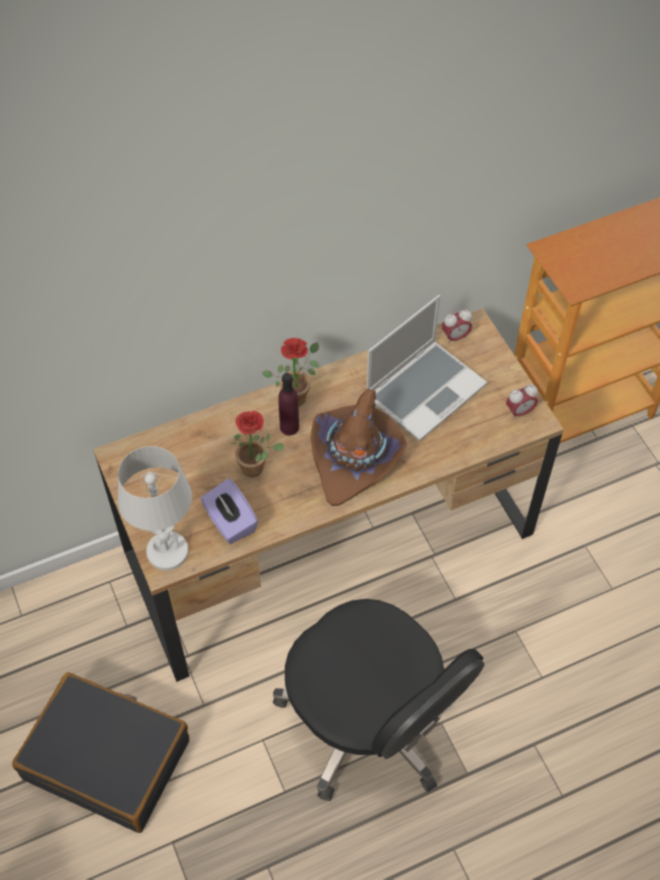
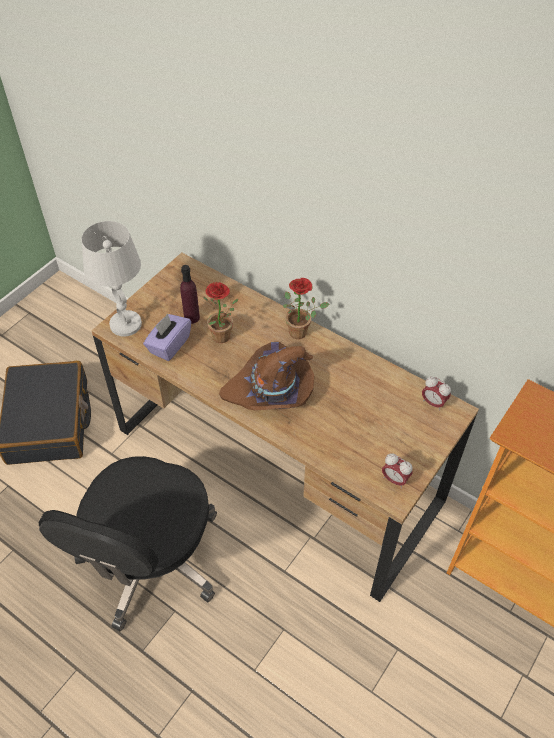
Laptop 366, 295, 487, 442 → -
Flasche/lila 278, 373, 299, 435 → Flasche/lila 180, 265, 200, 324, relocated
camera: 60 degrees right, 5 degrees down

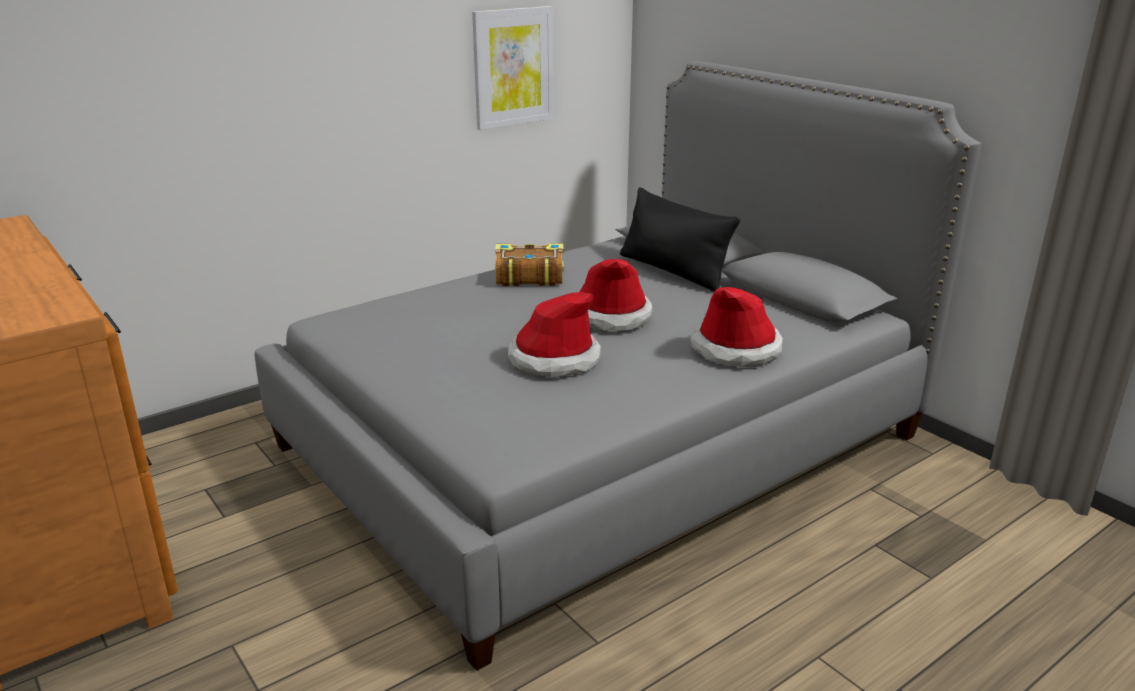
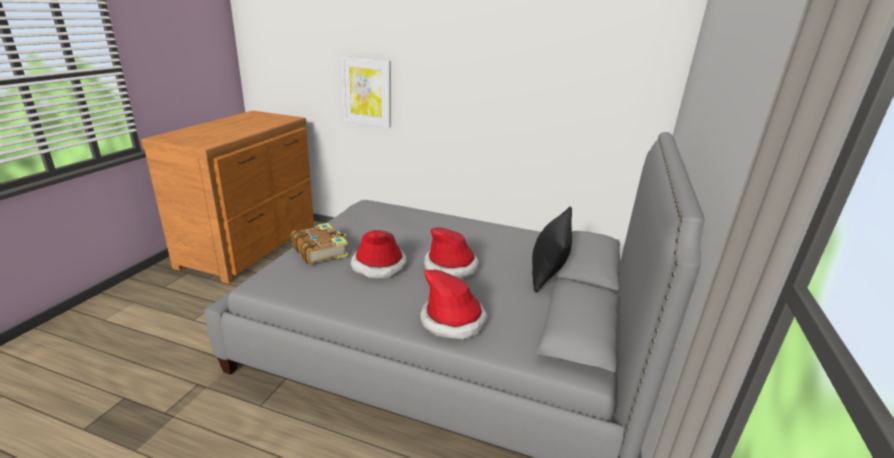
Bild 472, 6, 553, 130 → Bild 341, 56, 391, 128, relocated
Buch 495, 243, 564, 286 → Buch 291, 223, 348, 265, relocated
camera: 55 degrees right, 0 degrees up

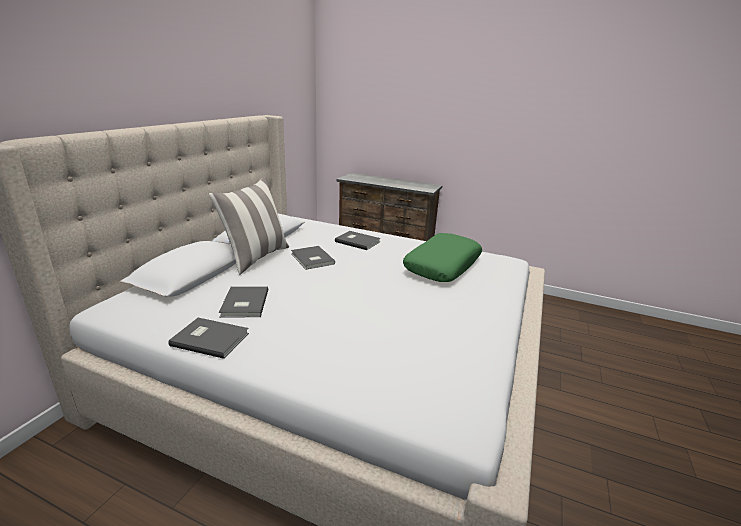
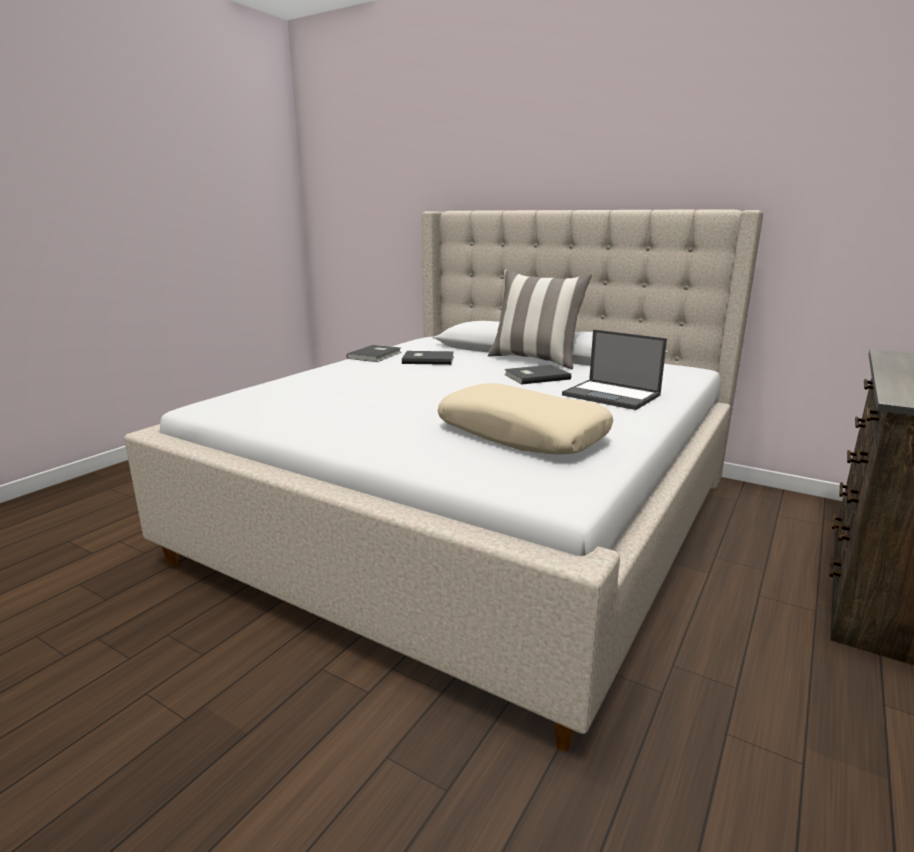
Buch/grau 335, 231, 381, 250 → Laptop 562, 329, 667, 410
Kissen/grün 403, 233, 482, 282 → Kissen/beige 438, 383, 613, 455
camera: 100 degrees right, 5 degrees down

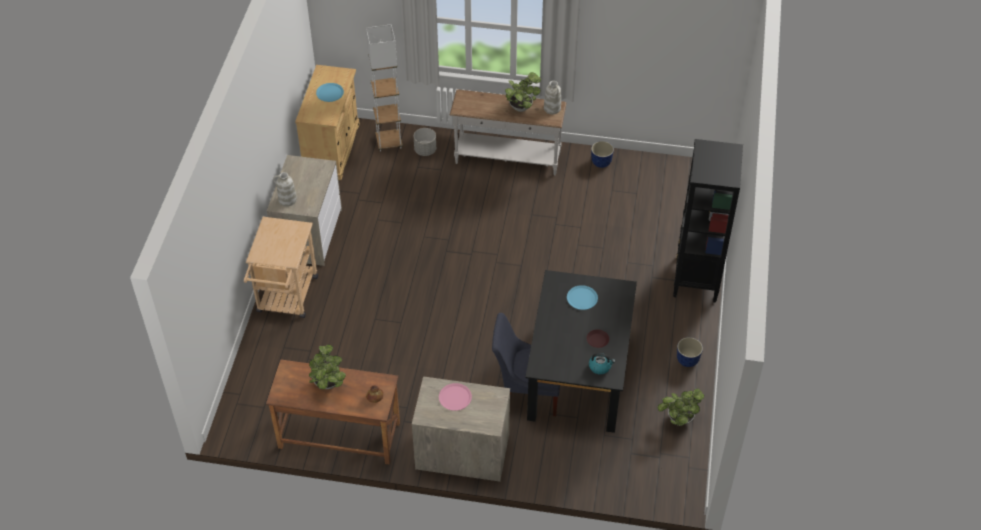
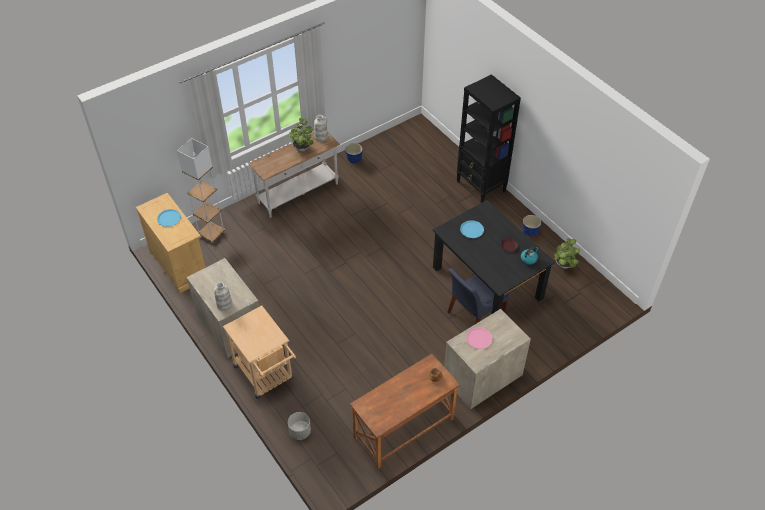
Pflanzkübel/grau 414, 128, 436, 156 → Pflanzkübel/grau 288, 412, 311, 440, relocated
Topfpflanze 309, 344, 346, 389 → -
camera: 45 degrees left, 0 degrees up

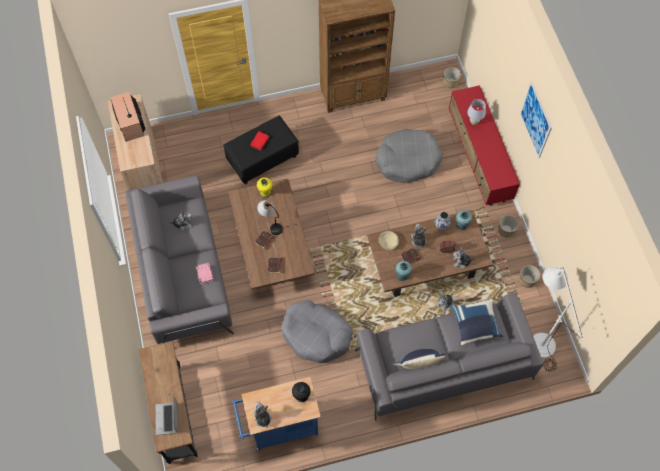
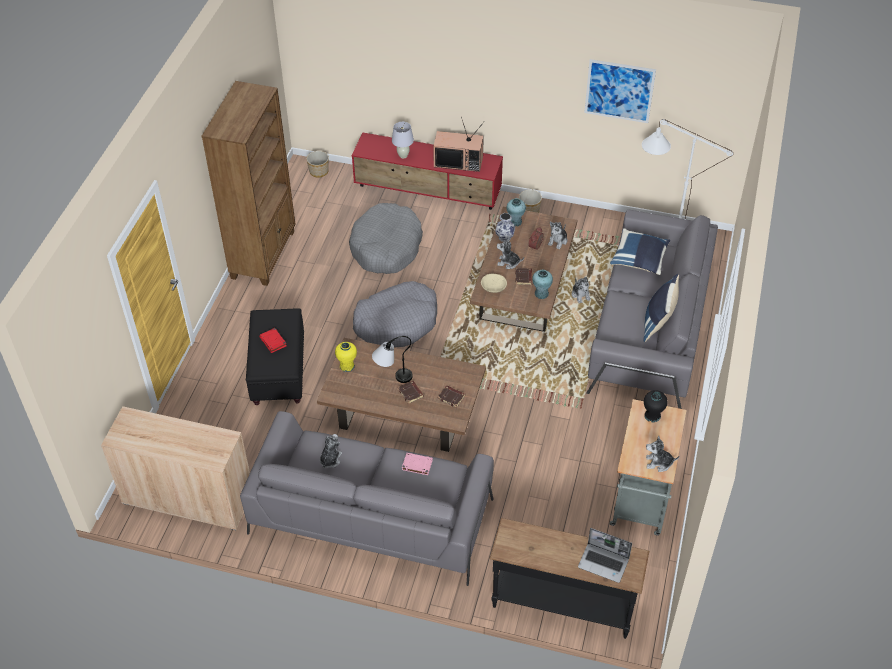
Bild 520, 81, 552, 158 → Bild 584, 59, 656, 123, relocated
Fernseher 111, 92, 145, 142 → Fernseher 433, 117, 484, 172, relocated
Pflanzkübel 519, 265, 540, 288 → -
Hundebett/grau 281, 300, 353, 363 → Hundebett/grau 353, 281, 437, 347, relocated
Rollwagen/blau 232, 377, 321, 450 → Rollwagen/grau 610, 399, 687, 536
camera: 60 degrees left, 15 degrees down

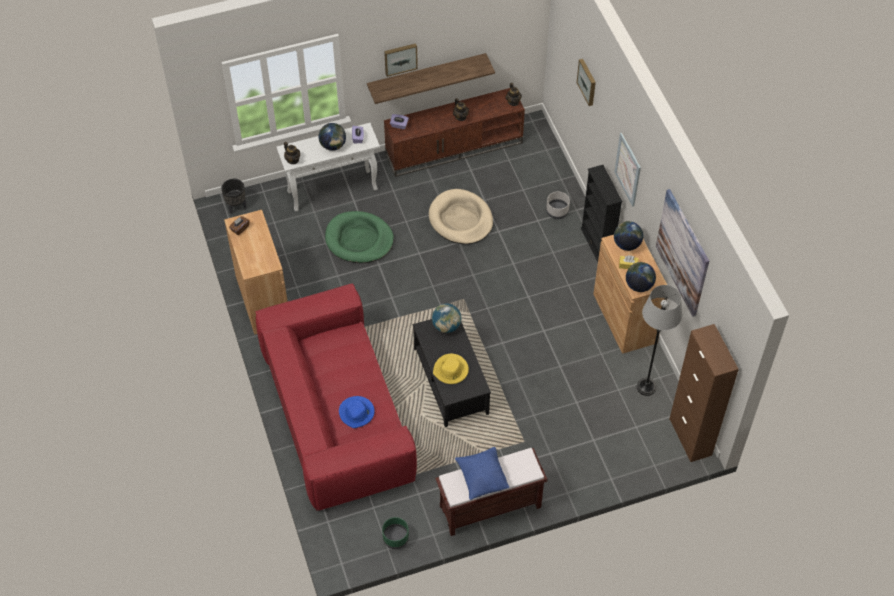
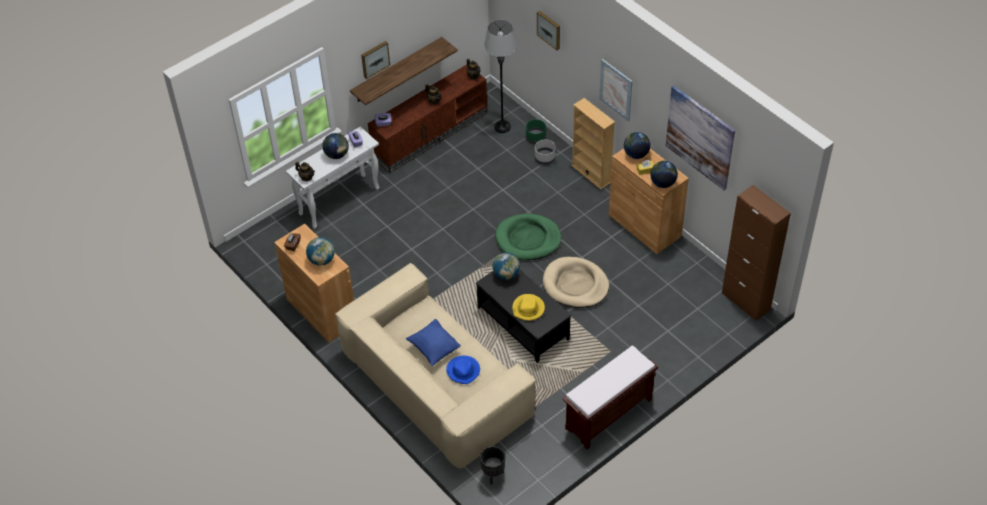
Bücherregal/schwarz 581, 165, 622, 262 → Bücherregal/beige 571, 98, 615, 189
Pflanzkübel/schwarz 221, 179, 247, 214 → Pflanzkübel/schwarz 480, 446, 505, 485, relocated
Hundebett/beige 429, 189, 493, 244 → Hundebett/beige 543, 257, 609, 308, relocated
Hundebett/grün 325, 211, 394, 263 → Hundebett/grün 495, 214, 561, 260, relocated
Sofa/rot 256, 283, 417, 511 → Sofa/beige 335, 263, 536, 470
Stehlampe/grau 637, 285, 682, 396 → Stehlampe/grau 484, 20, 517, 133, relocated
Kissen/blau 455, 447, 509, 500 → Kissen/blau 406, 319, 461, 366, relocated
Pflanzkübel/grün 382, 517, 409, 549 → Pflanzkübel/grün 526, 119, 546, 144, relocated
- → Globus 306, 237, 335, 266
camera: 20 degrees left, 5 degrees down

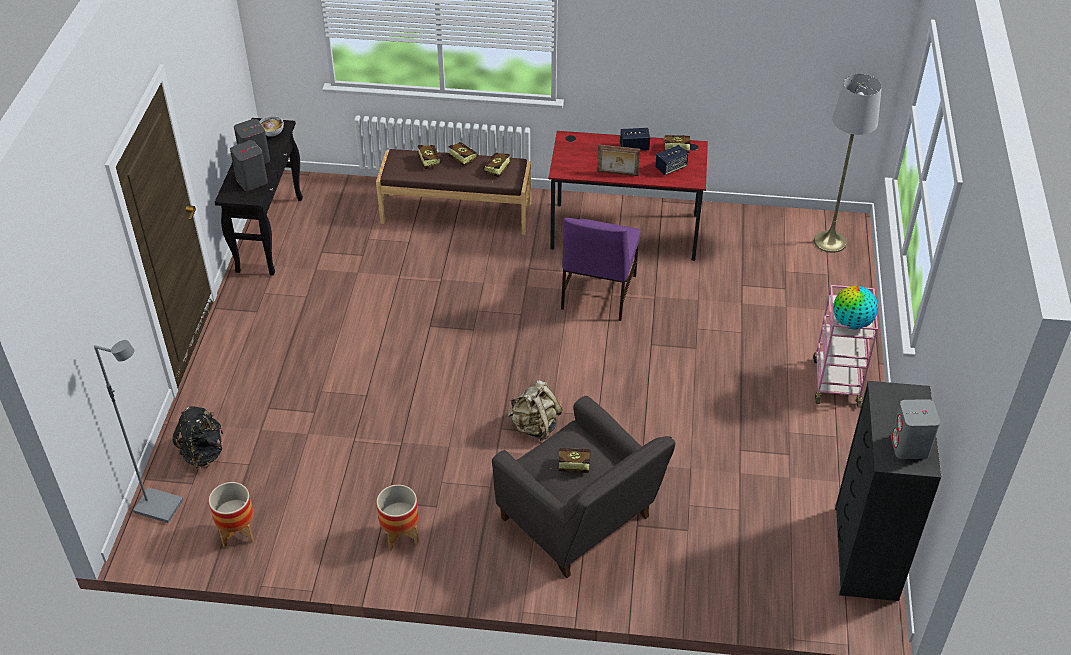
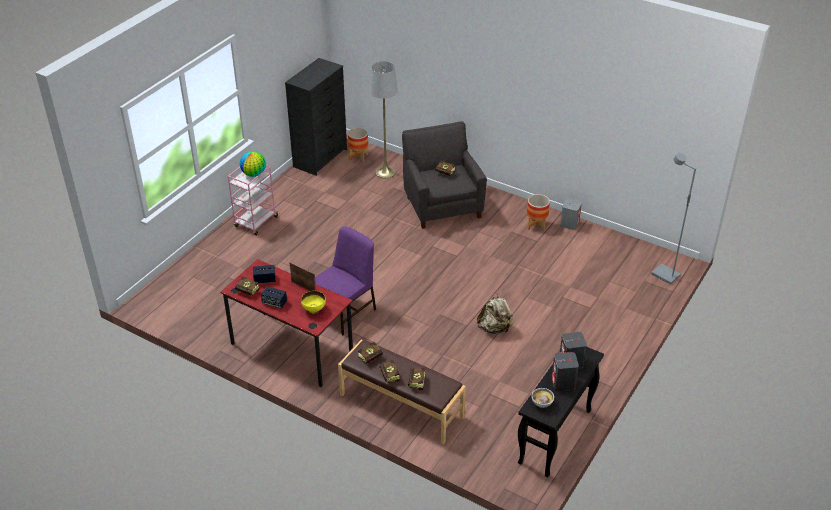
Stehlampe/grau 814, 74, 882, 253 → Stehlampe/grau 370, 61, 398, 179, relocated
Rucksack/beige 507, 380, 563, 441 → Rucksack/beige 477, 294, 514, 334, relocated
Lautsprecher/grau 891, 399, 940, 459 → Lautsprecher/grau 560, 199, 582, 230, relocated
Rucksack/schwarz 172, 406, 223, 469 → -
Pflanzkübel 209, 482, 254, 547 → Pflanzkübel 348, 128, 368, 162, relocated
- → Schüssel/gelb 301, 291, 326, 314
camera: 155 degrees left, 5 degrees down

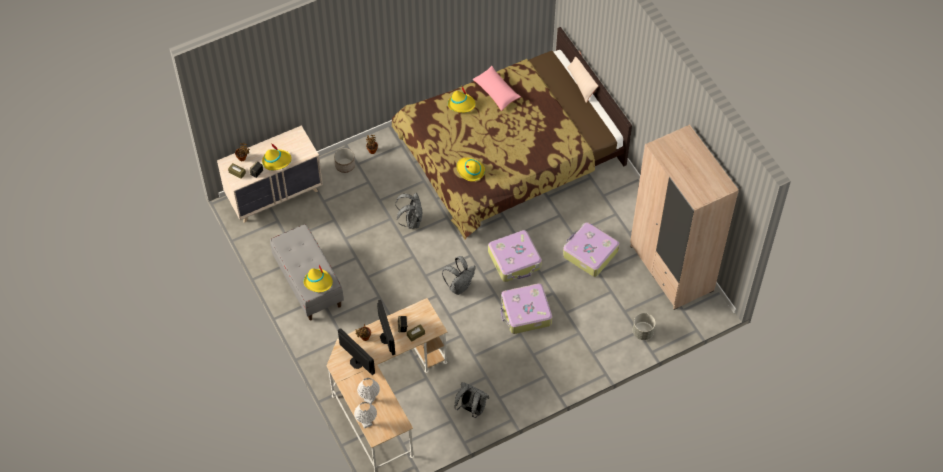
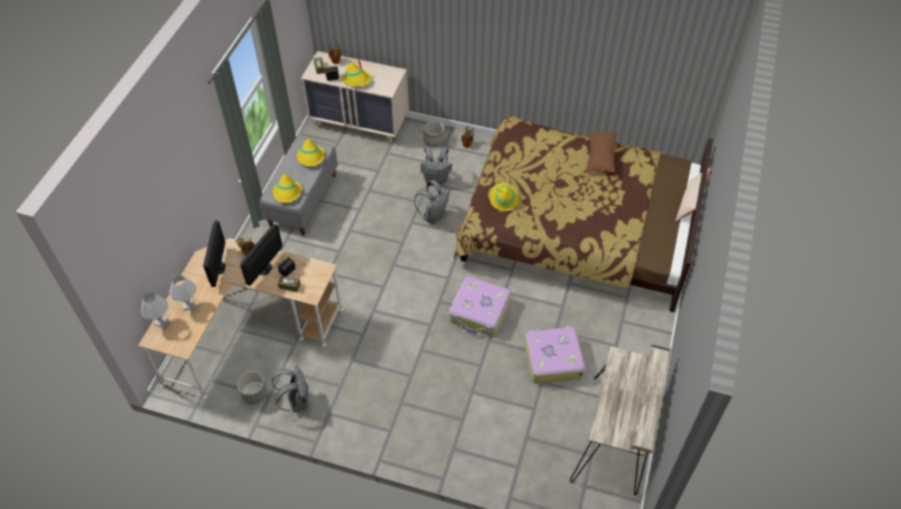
Kissen/rosa 472, 66, 521, 111 → Kissen/braun 586, 132, 618, 172
Hut/gelb 448, 86, 476, 113 → Hut/gelb 297, 139, 325, 166, relocated
Kleiderschrank/beige 630, 124, 739, 310 → Schreibtisch/beige 570, 344, 671, 495
Rucksack/grau 442, 256, 476, 295 → Rucksack/grau 421, 147, 452, 185, relocated
Koffer 501, 283, 552, 334 → -
Pflanzkübel/grau 633, 313, 656, 340 → Pflanzkübel/grau 237, 371, 267, 405, relocated
camera: 45 degrees right, 5 degrees down

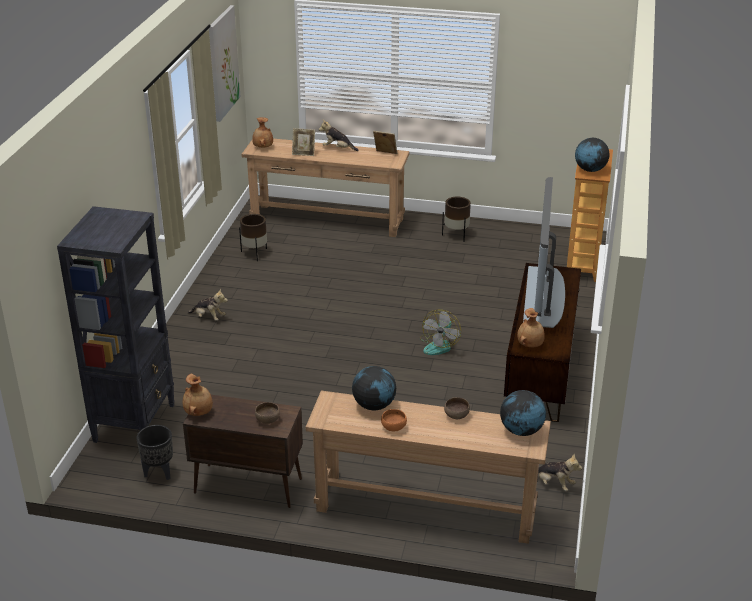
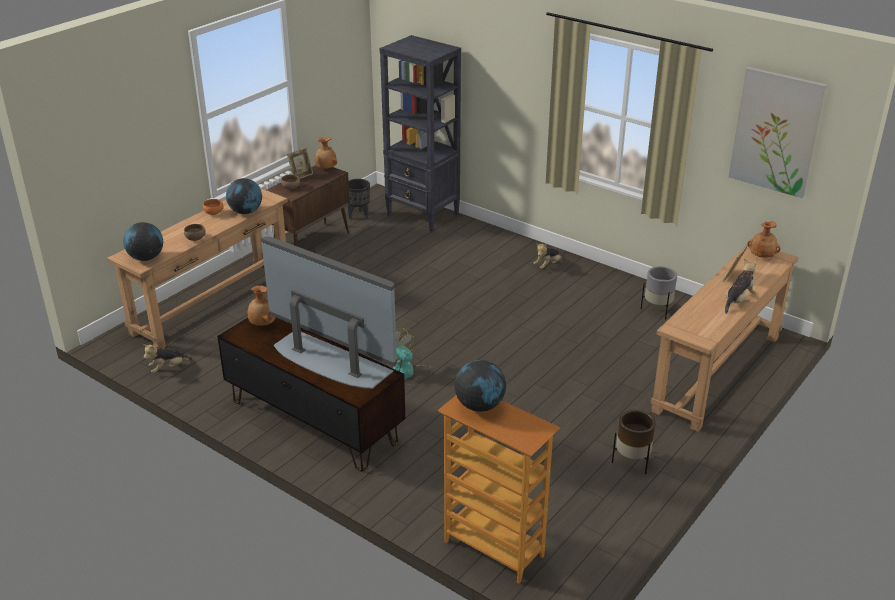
Bilderrahmen 373, 131, 397, 154 → Bilderrahmen 287, 147, 313, 179, relocated
Pflanzkübel/braun 239, 214, 267, 261 → Pflanzkübel/grau 641, 266, 677, 320
camera: 115 degrees right, 0 degrees up

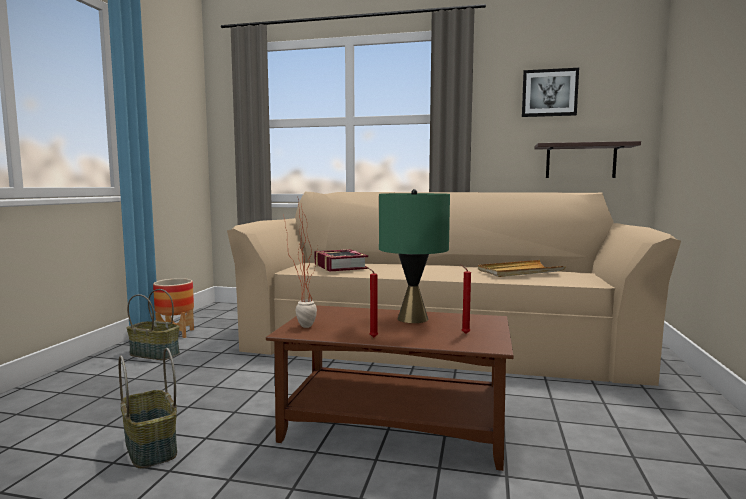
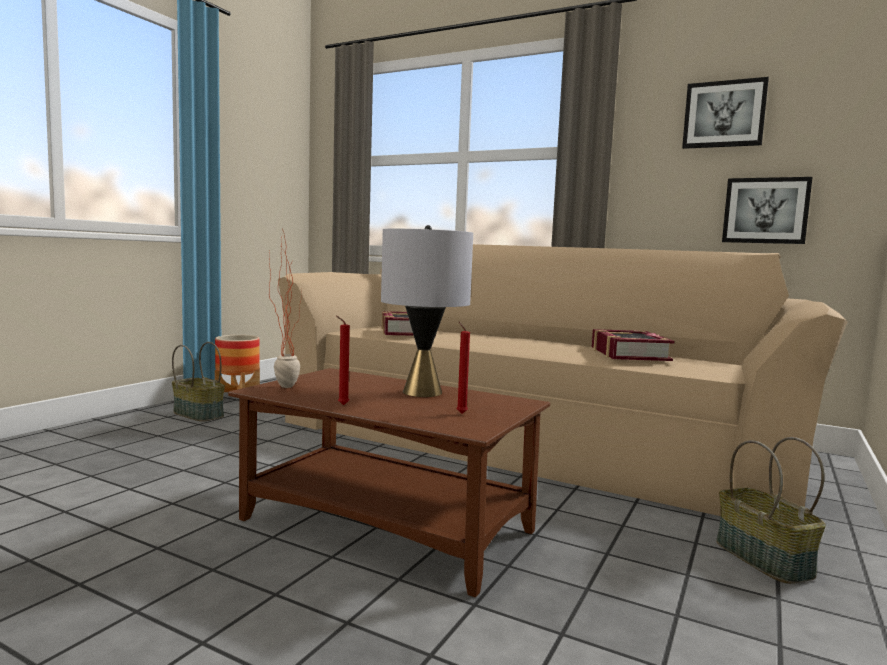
Wandregal 535, 141, 641, 178 → Bild 722, 177, 812, 244
Tischlampe/grün 379, 189, 450, 323 → Tischlampe/grau 381, 225, 473, 397
Tablett/beige 478, 260, 566, 277 → Buch 592, 329, 675, 361
Korb 118, 348, 177, 468 → Korb 716, 437, 826, 584, relocated
camera: 15 degrees right, 0 degrees up

